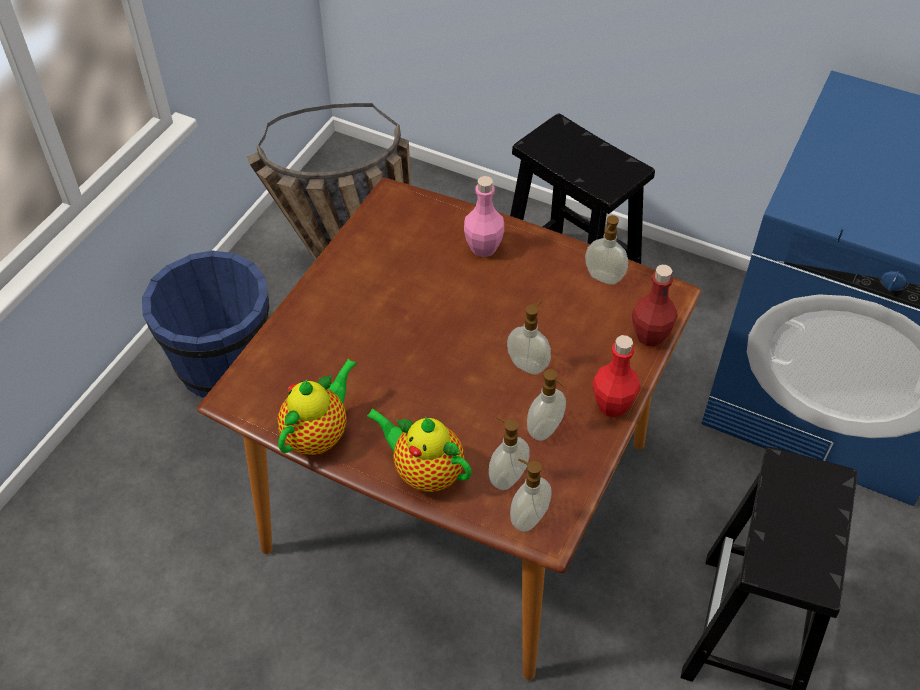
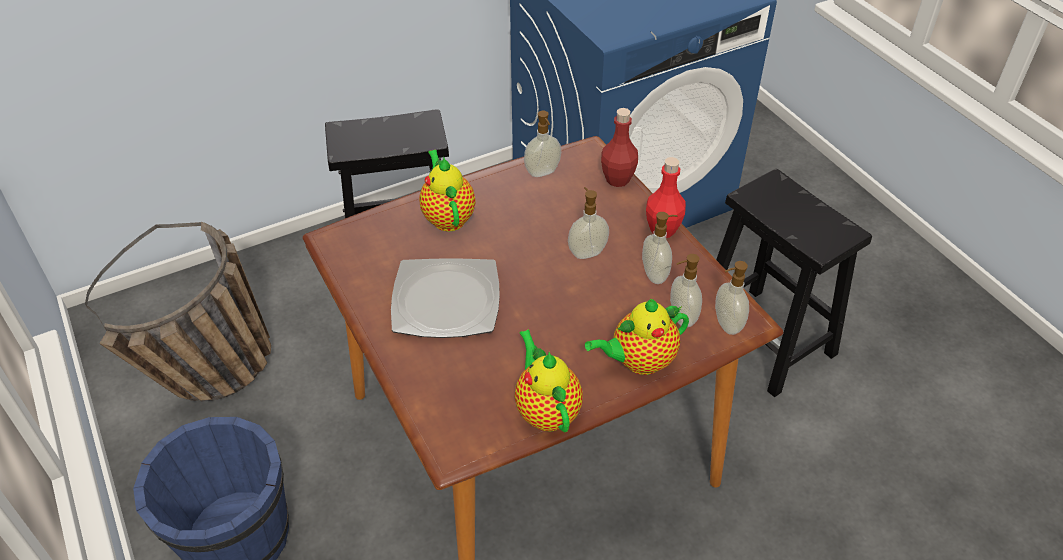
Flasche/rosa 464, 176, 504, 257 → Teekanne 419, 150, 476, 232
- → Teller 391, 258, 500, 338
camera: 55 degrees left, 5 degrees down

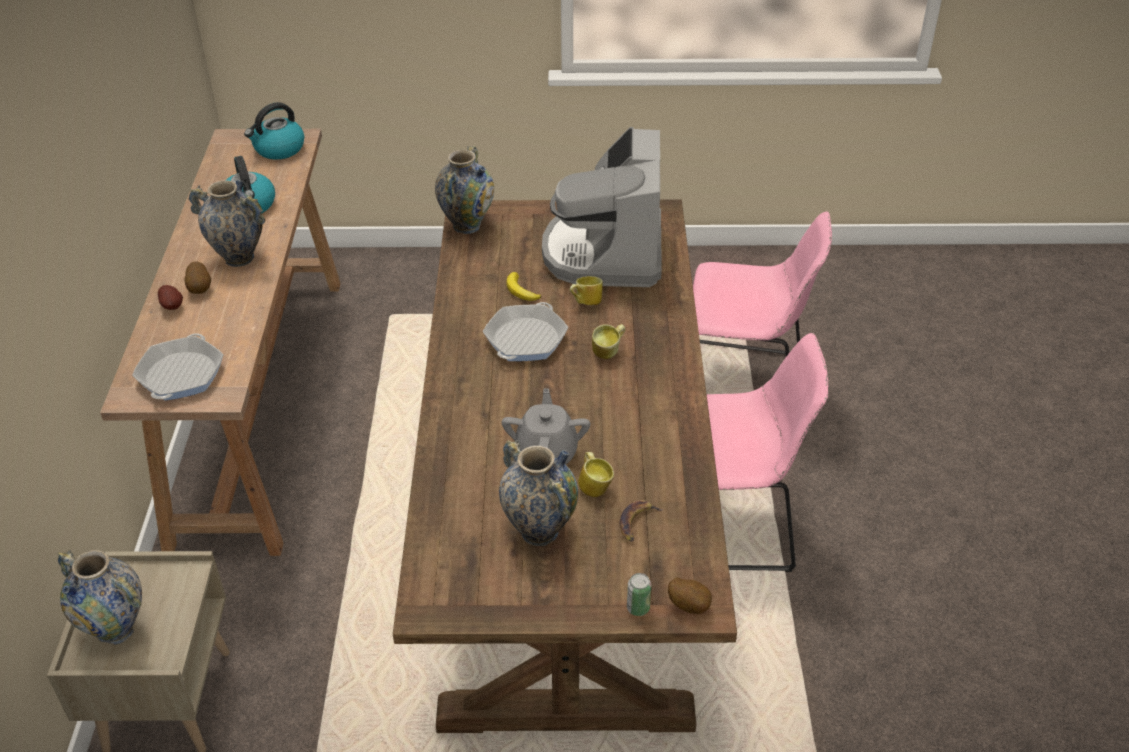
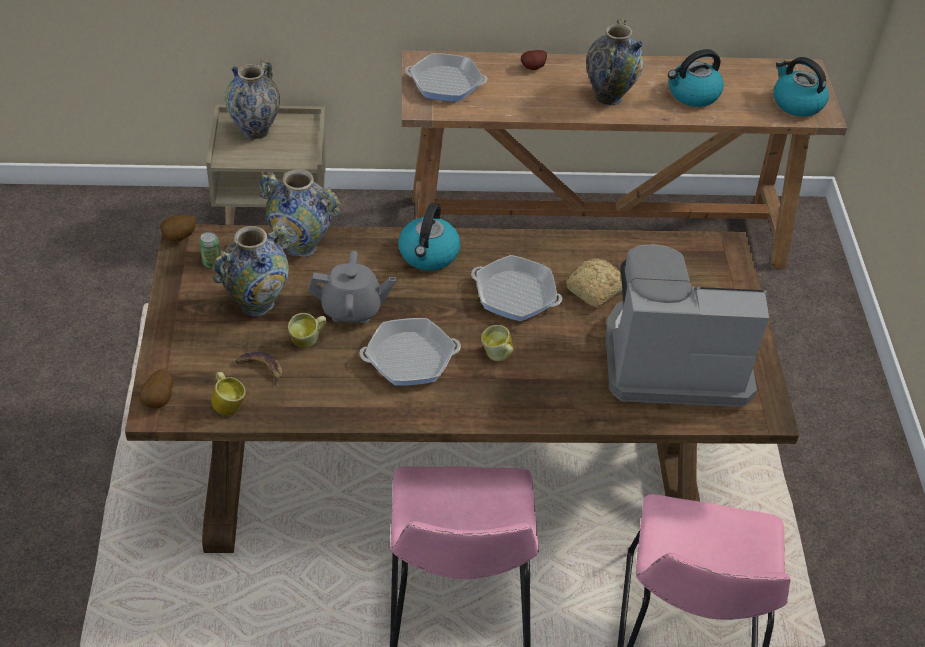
Vase 435, 145, 494, 234 → Vase 259, 169, 340, 257, relocated
Kartoffel 185, 261, 211, 294 → Kartoffel 160, 215, 196, 242, relocated
Banane 506, 272, 541, 301 → Brot 566, 258, 622, 308
Henkelbecher 570, 276, 603, 305 → Henkelbecher 211, 372, 246, 415, relocated
Dose 627, 573, 651, 616 → Dose 199, 232, 220, 268, relocated
- → Wasserkessel 398, 203, 460, 271
- → Pfanne 360, 318, 461, 386
camera: 85 degrees right, 5 degrees up

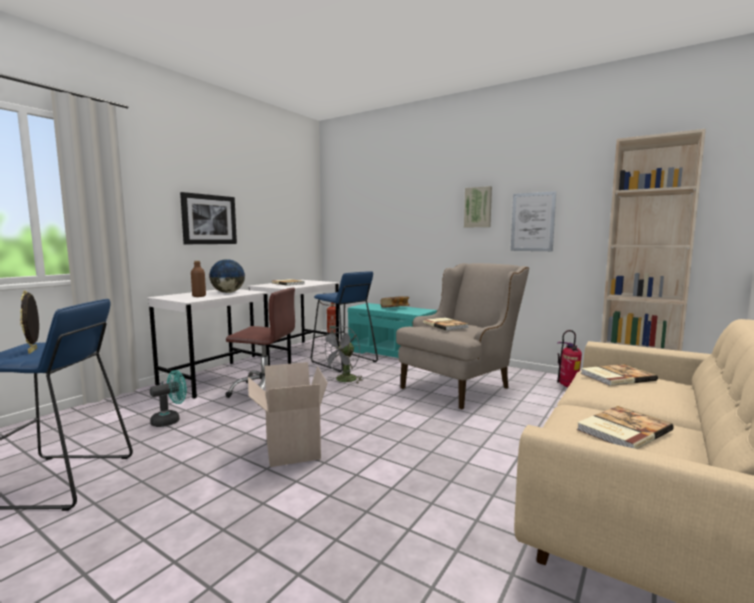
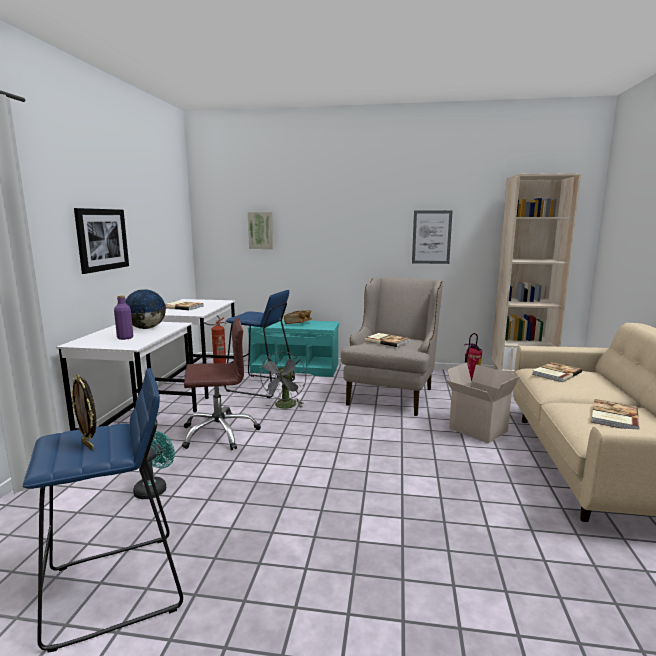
Bild 464, 186, 492, 228 → Bild 248, 212, 273, 249, relocated
Flasche/braun 191, 261, 206, 297 → Flasche/lila 114, 295, 133, 340
Karton 248, 362, 327, 467 → Karton 446, 362, 520, 443, relocated
camera: 25 degrees left, 5 degrees up

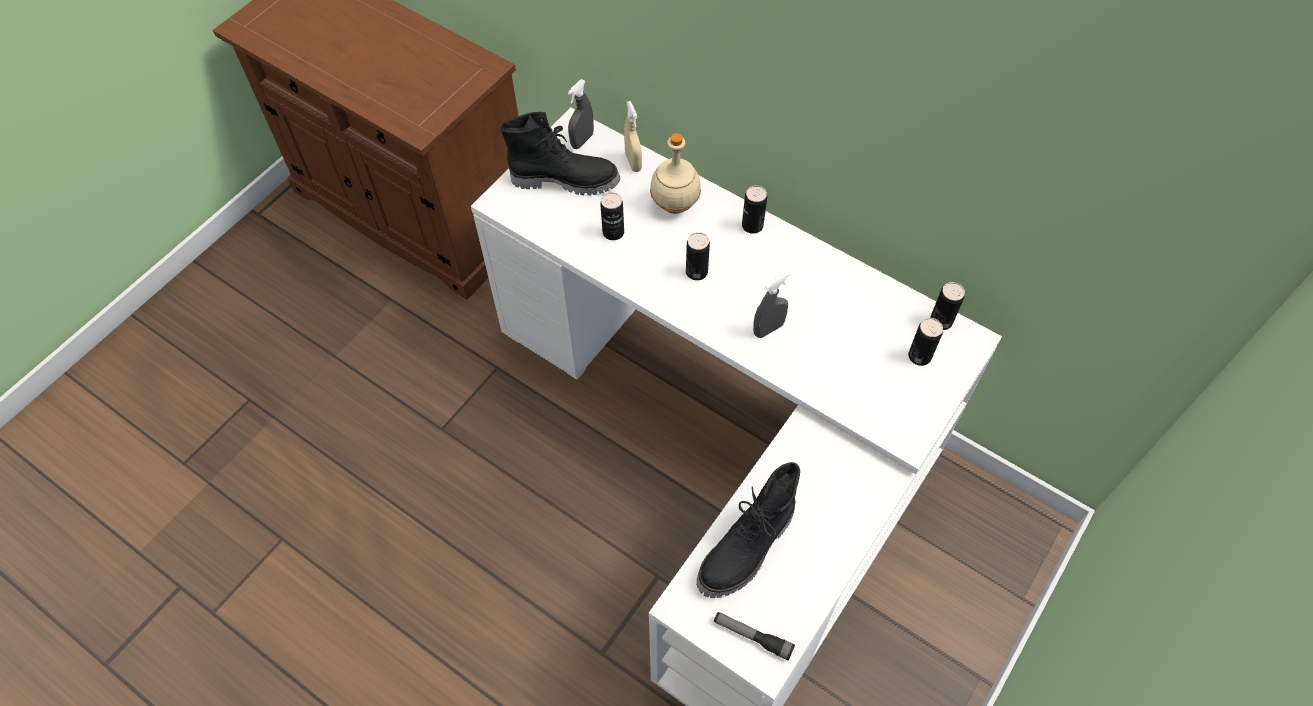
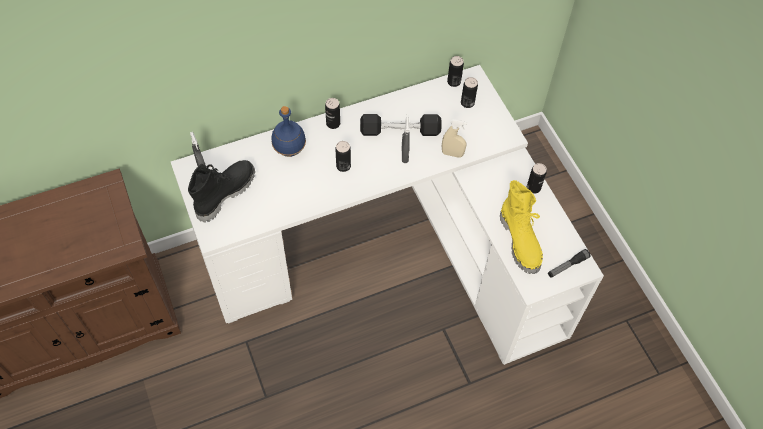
Sprühflasche/beige 624, 101, 642, 172 → Sprühflasche/beige 442, 119, 467, 158, relocated
Flasche/beige 650, 133, 701, 214 → Flasche/blau 271, 106, 306, 157
Dose 600, 192, 624, 240 → Dose 527, 163, 547, 193, relocated
Stiefel/schwarz 696, 462, 800, 598 → Stiefel/gelb 500, 180, 543, 274
- → Hantel/schwarz 360, 114, 442, 136
camera: 60 degrees left, 0 degrees up

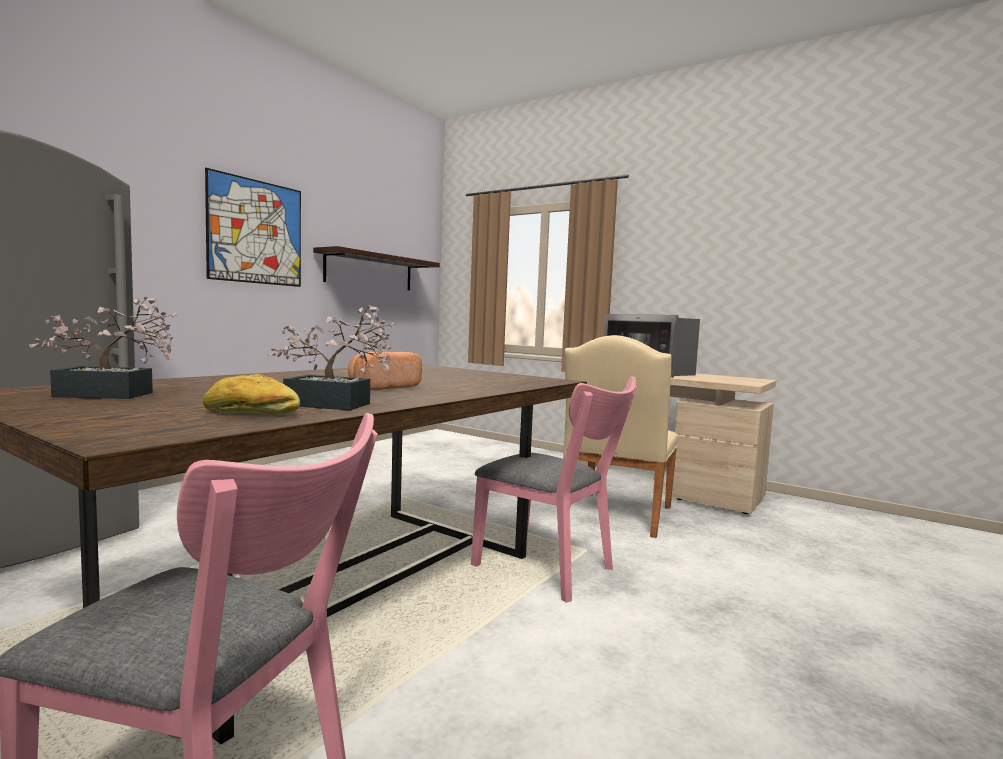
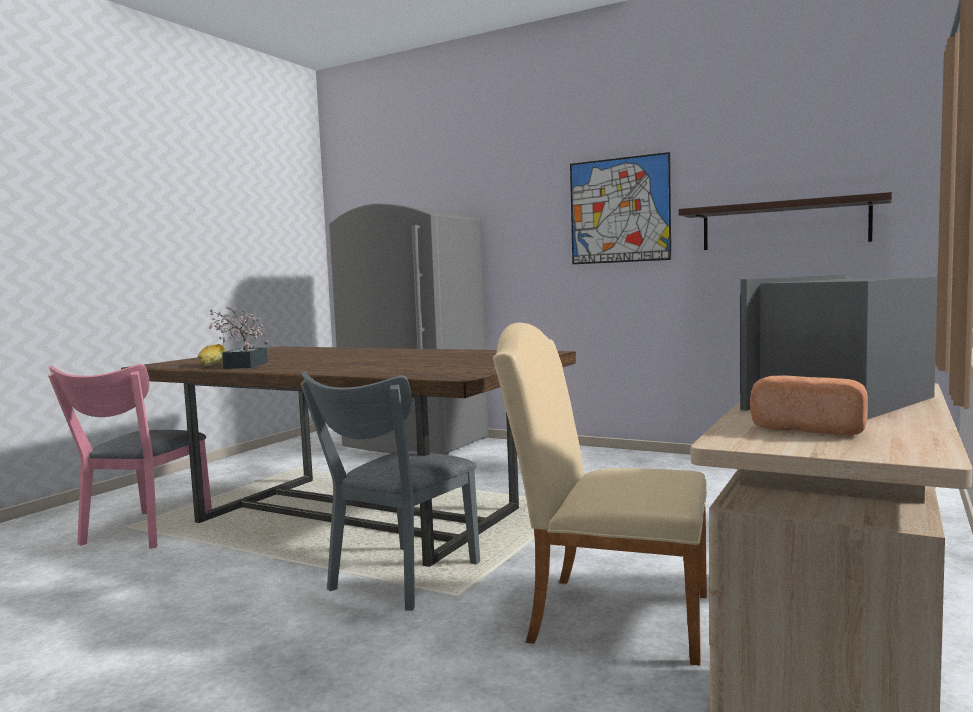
Topfpflanze 29, 296, 177, 399 → -
Brot 348, 352, 422, 390 → Brot 750, 375, 868, 435, relocated
Stuhl/rosa 471, 376, 637, 603 → Stuhl/grau 300, 371, 480, 610
camera: 85 degrees right, 0 degrees up

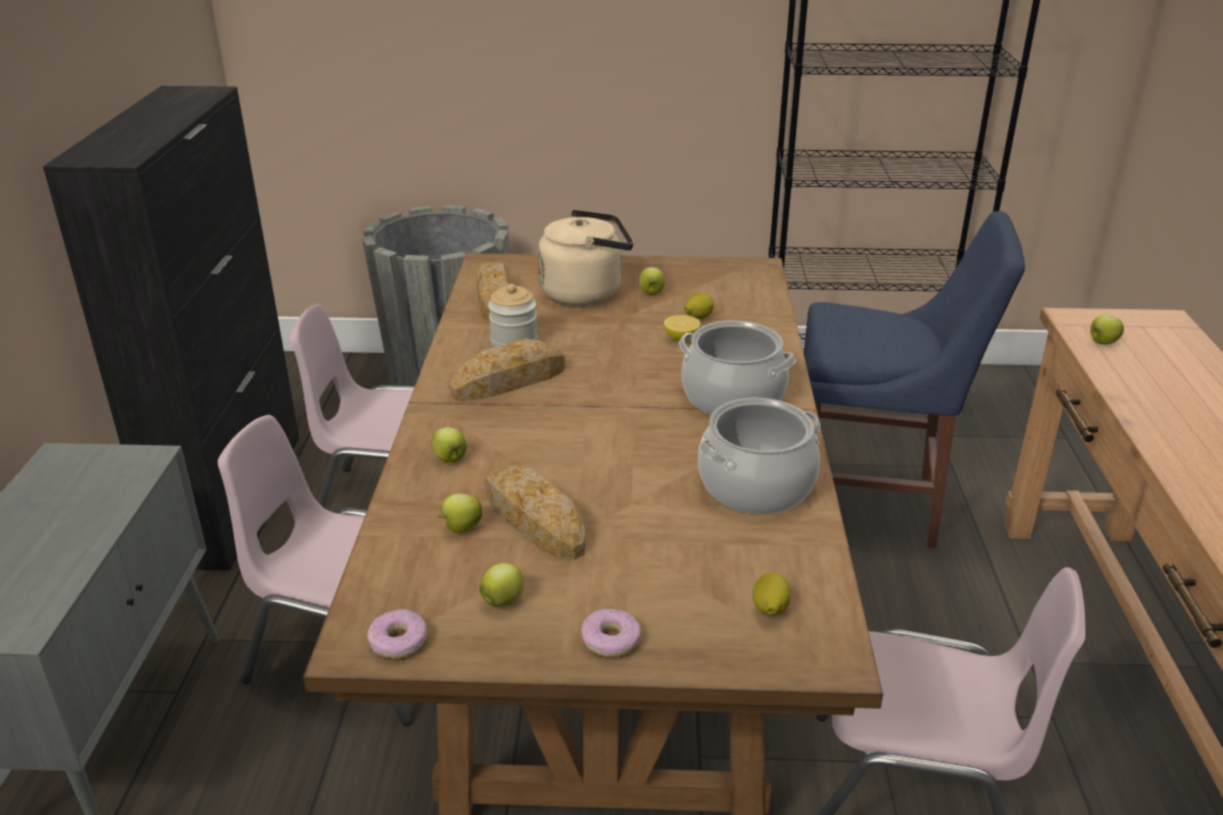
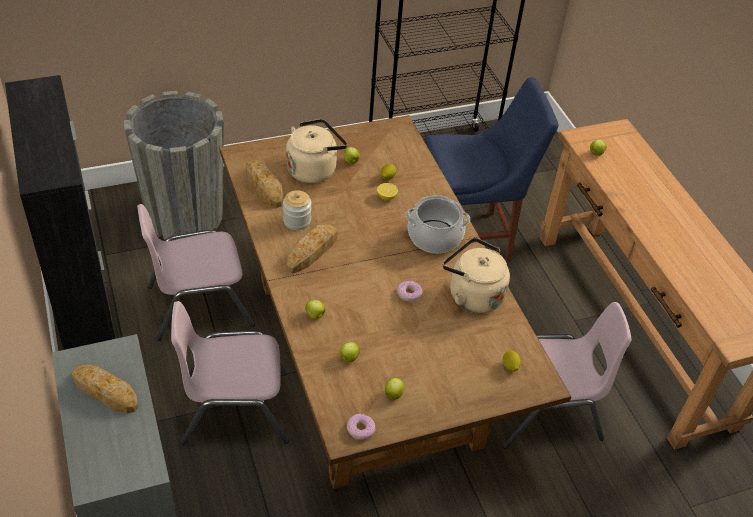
Kochtopf 698, 398, 820, 514 → Wasserkessel/beige 443, 238, 510, 313
Brot 485, 465, 586, 560 → Brot 71, 365, 139, 414, relocated
Donut 581, 608, 642, 657 → Donut 397, 281, 422, 302, relocated
camera: 25 degrees left, 15 degrees up

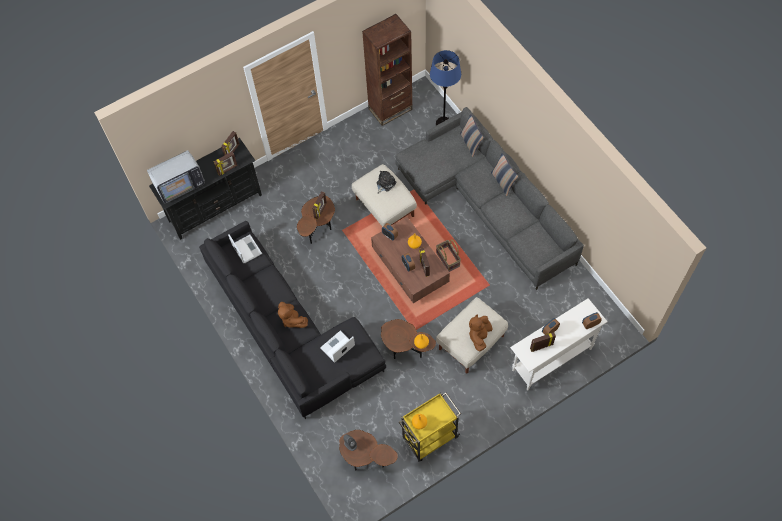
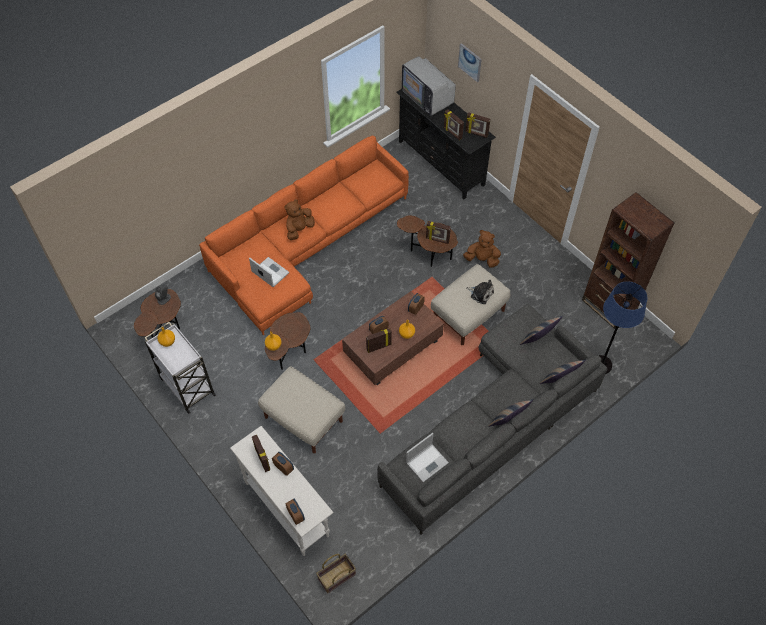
Sofa/schwarz 199, 221, 386, 419 → Sofa/orange 199, 136, 409, 335
Laptop 228, 234, 262, 263 → Laptop 406, 433, 449, 482, relocated
Korb 436, 239, 461, 272 → Korb 316, 554, 356, 594, relocated
Plüschtier/braun 469, 314, 493, 351 → Plüschtier/braun 463, 230, 501, 268, relocated
Rollwagen/gelb 399, 392, 461, 462 → Rollwagen/weiß 144, 322, 216, 414
- → Bild 458, 43, 482, 83
- → Kissen 520, 316, 563, 345
camera: 80 degrees right, 5 degrees down

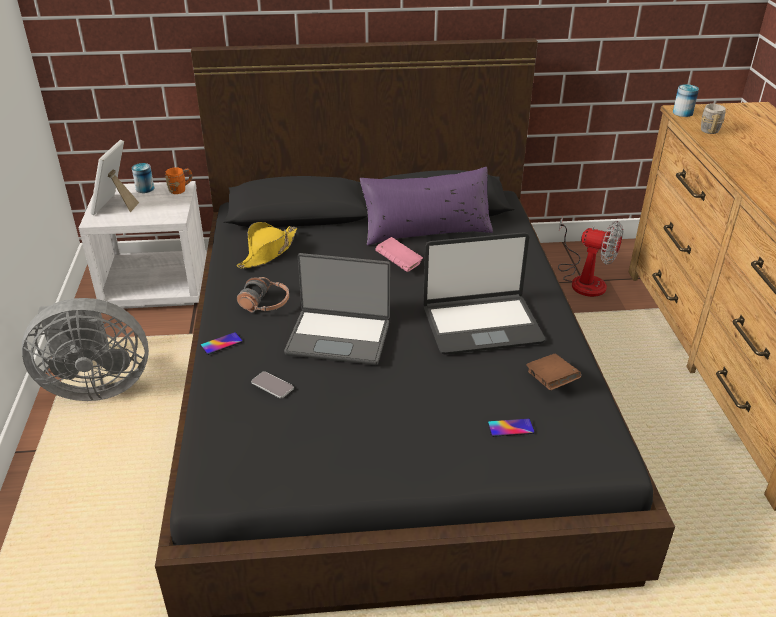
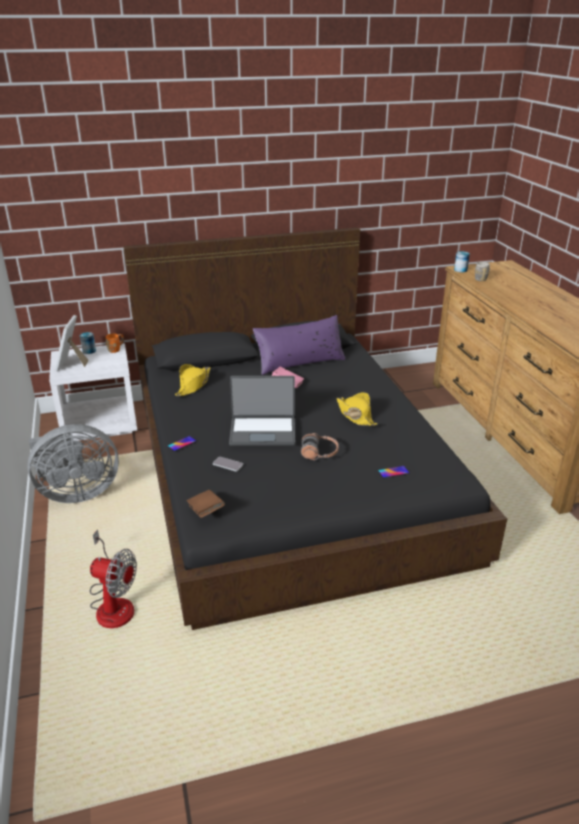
Ventilator 558, 217, 623, 297 → Ventilator 90, 529, 137, 628, relocated
Laptop 423, 232, 545, 355 → Hut/gelb 337, 392, 378, 426
Kopfhörer 237, 277, 289, 313 → Kopfhörer 301, 433, 339, 460, relocated
Buch/braun 526, 354, 581, 390 → Buch/braun 187, 490, 225, 518, relocated
camera: 10 degrees left, 5 degrees down

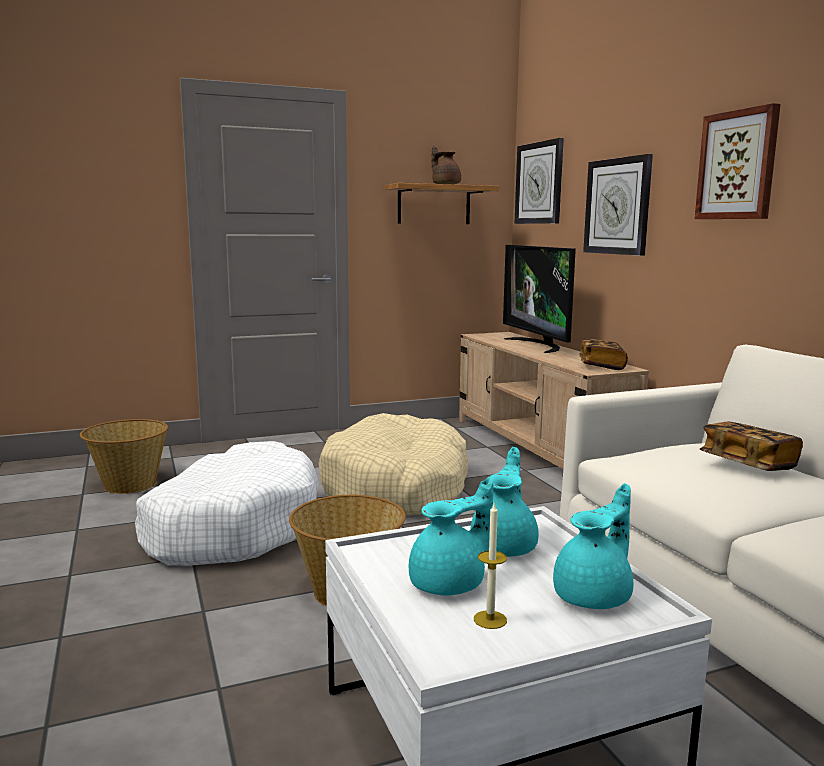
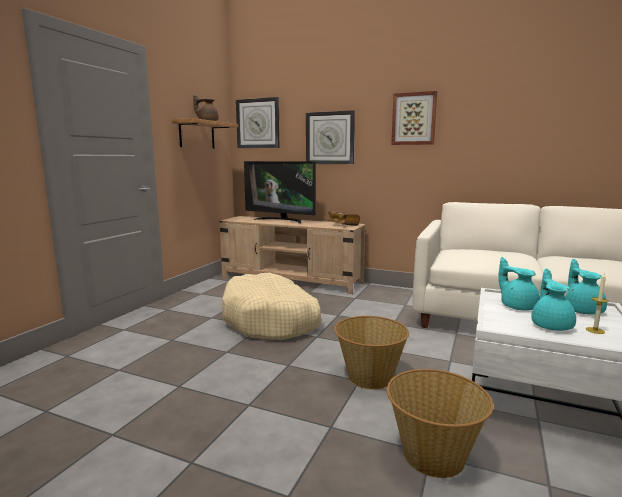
Korb 80, 419, 168, 494 → Korb 387, 369, 494, 478, relocated
Buch 699, 422, 803, 471 → -
Hundebett/weiß 135, 441, 319, 566 → -
camera: 45 degrees left, 0 degrees up

